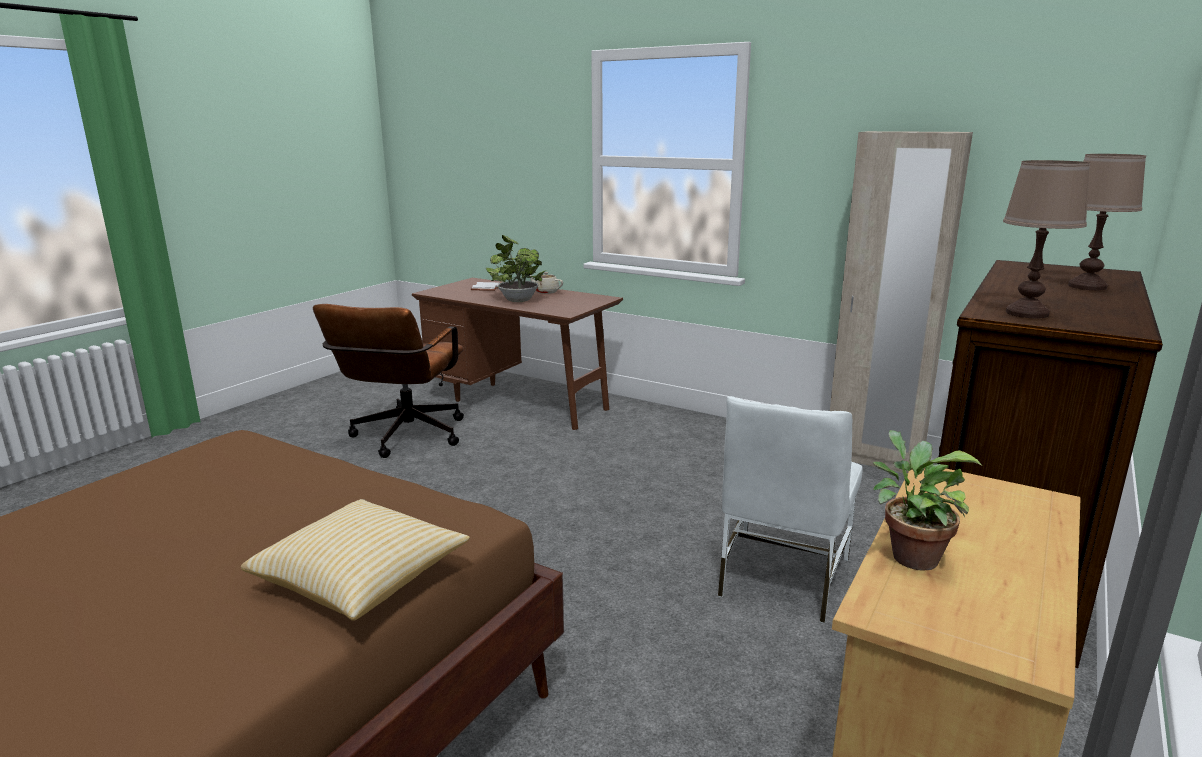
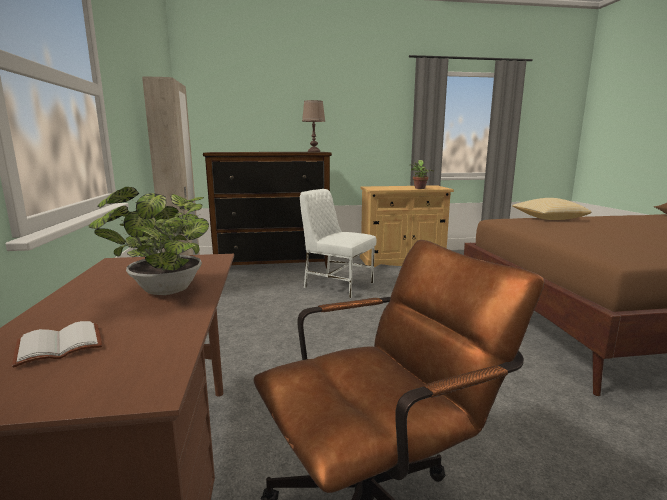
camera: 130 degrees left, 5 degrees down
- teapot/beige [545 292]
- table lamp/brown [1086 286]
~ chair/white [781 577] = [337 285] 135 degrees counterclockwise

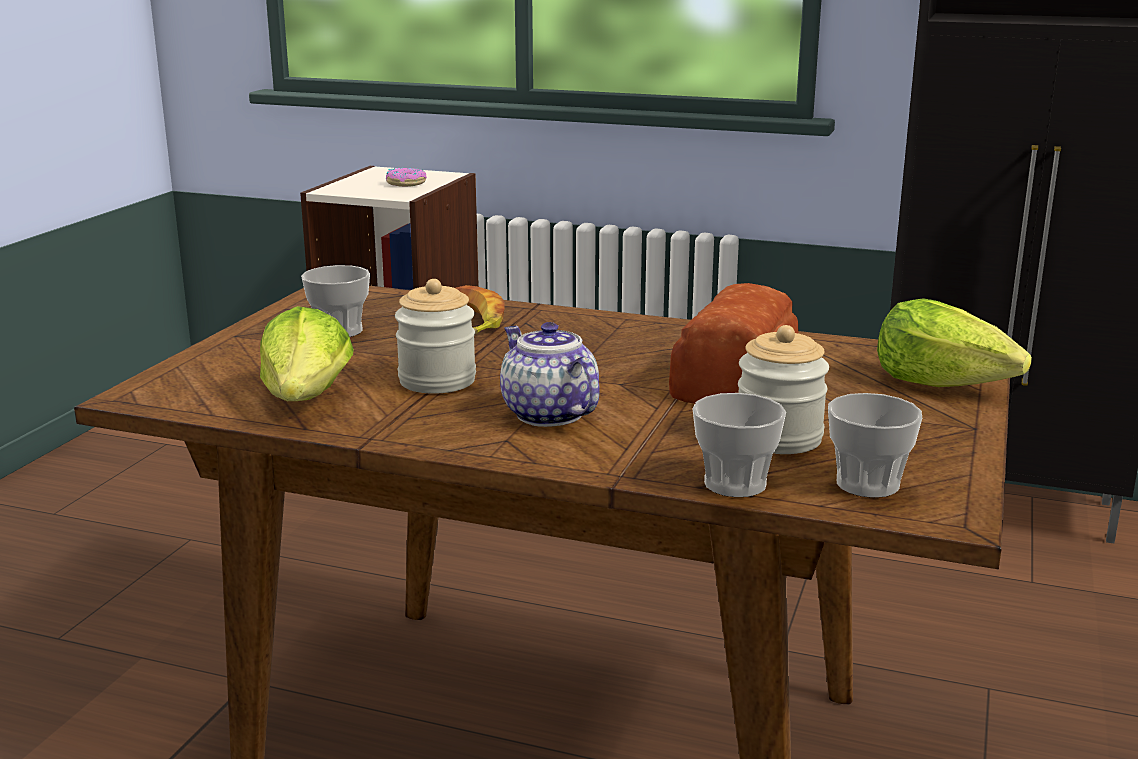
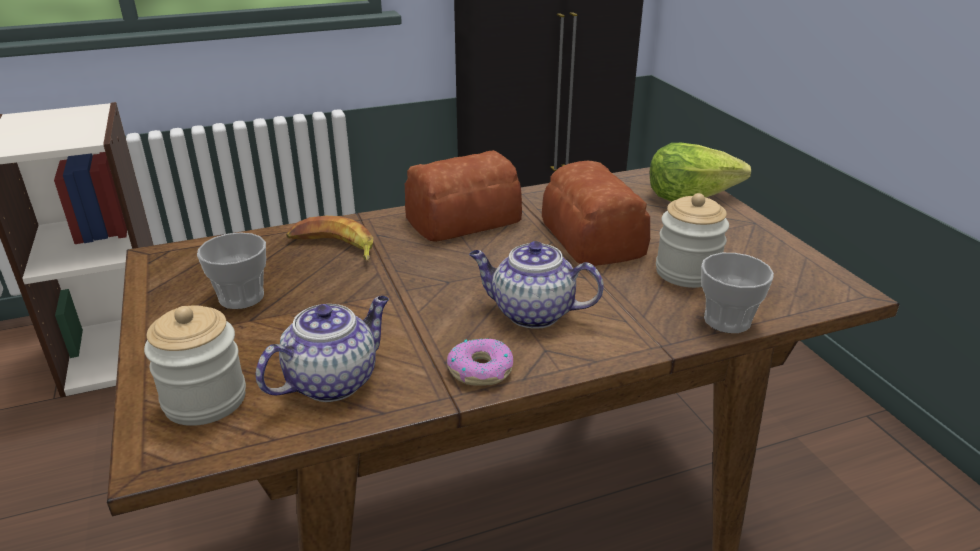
camera: 40 degrees left, 10 degrees up
- cup [867 484]
+ bread [460 219]
~ donut [406 183] to [480 369]
~ jar [437 381] to [205 400]
~ lettuce [307 398] to teapot [333 380]

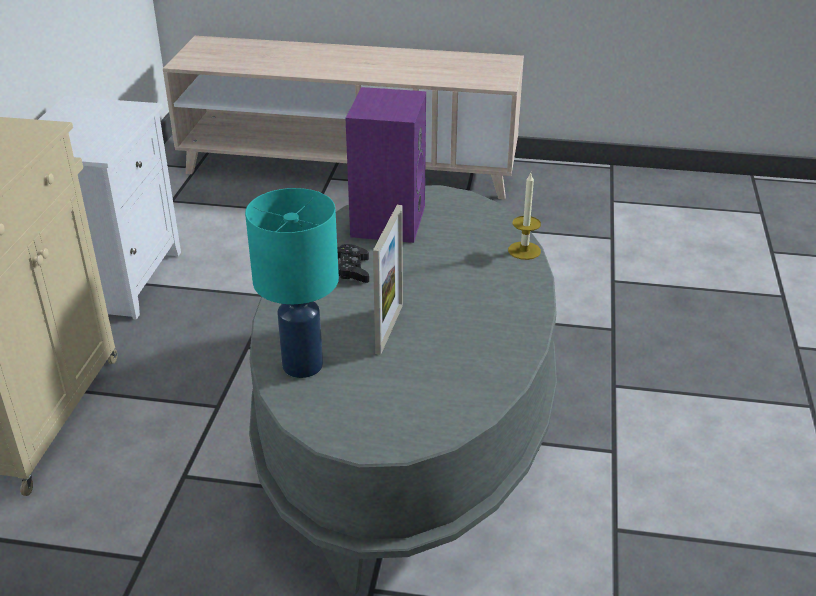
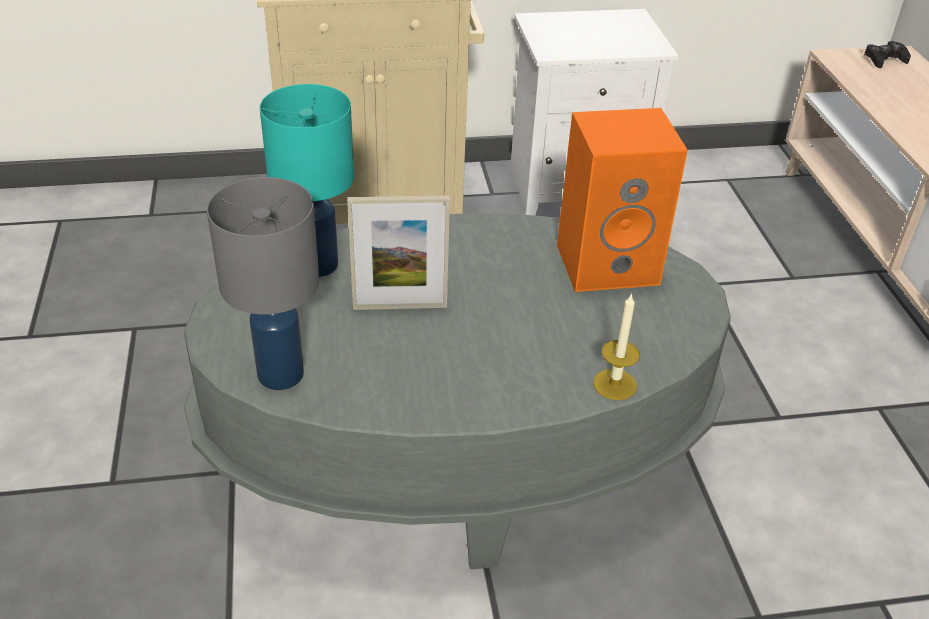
camera: 70 degrees right, 5 degrees up
+ table lamp/grey [281 375]
~ game controller/black [352 270] to [884 60]
~ speaker/purple [387 220] to speaker/orange [609 263]

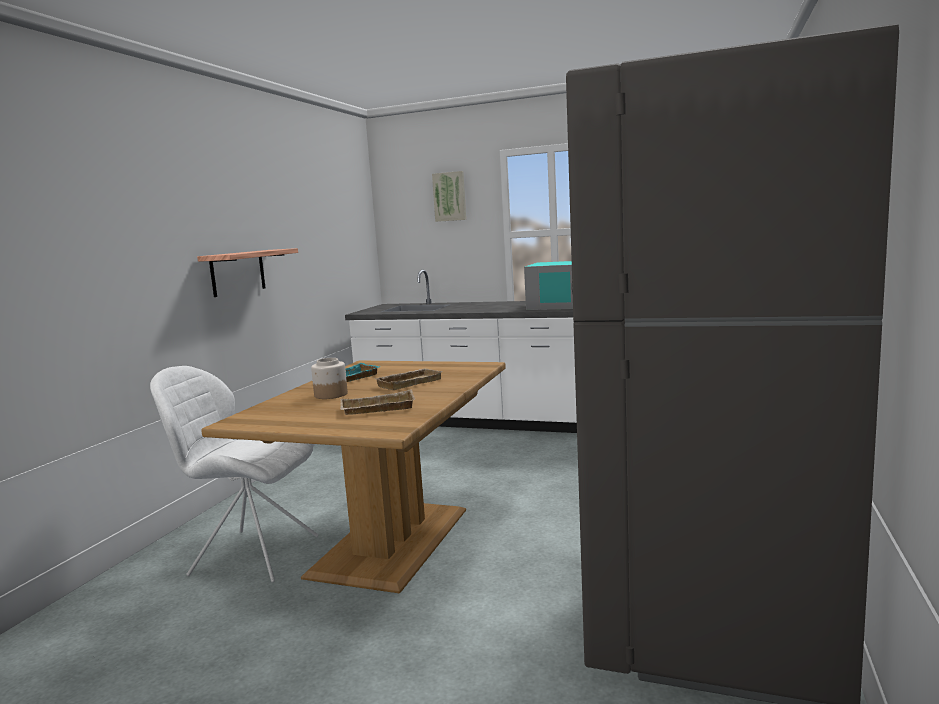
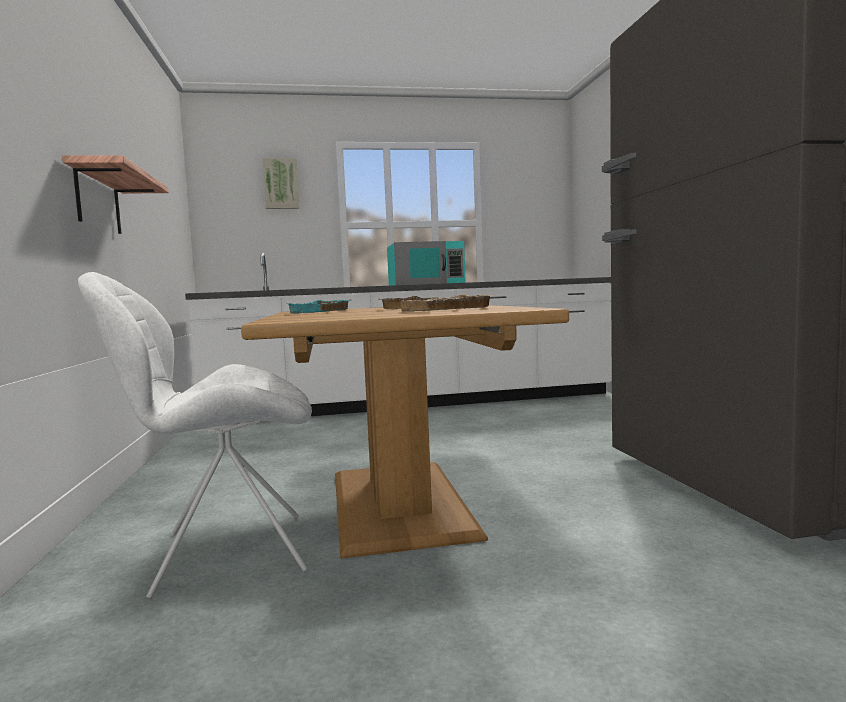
camera: 30 degrees left, 5 degrees down
- jar [330 395]

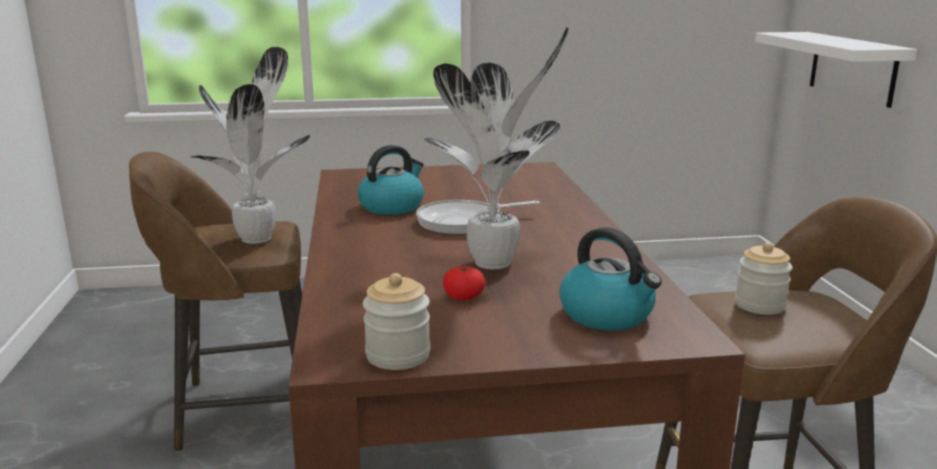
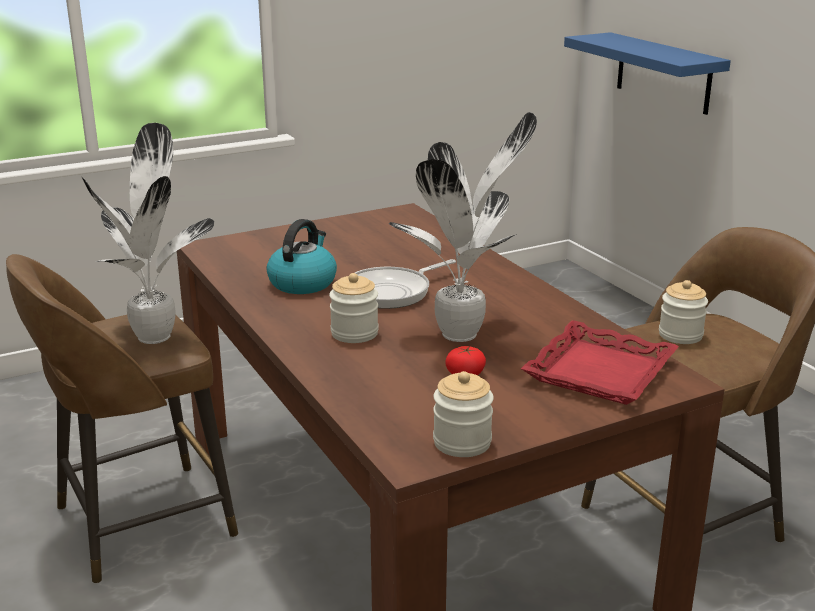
camera: 20 degrees left, 5 degrees up
+ jar [354 333]
~ kettle [608 315] to tray/red [599 371]
~ shelf/white [852 68] to shelf/blue [663 73]

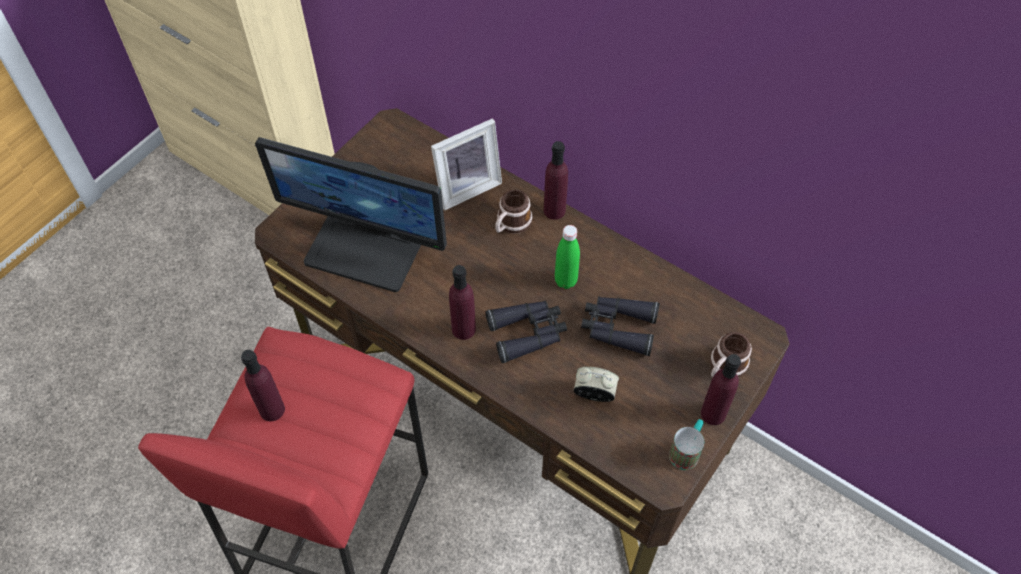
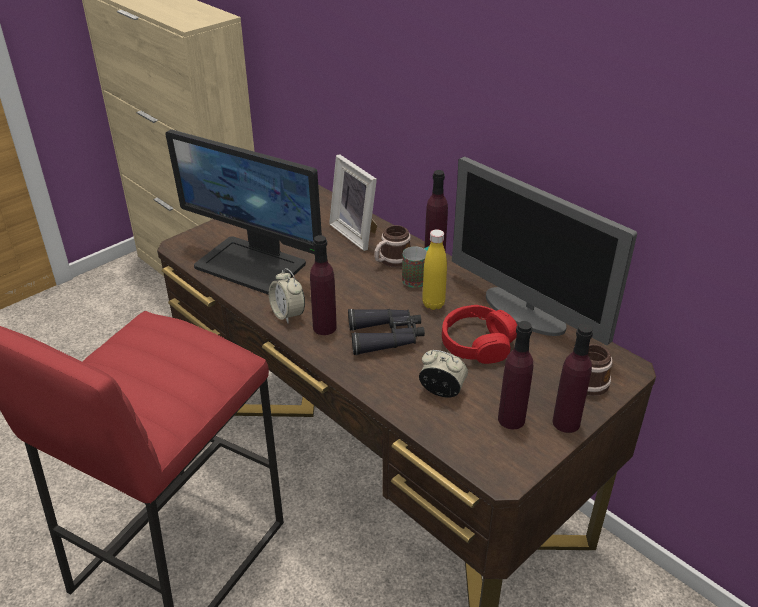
camera: 10 degrees right, 20 degrees down
+ alarm clock [288 314]
+ monitor [525 312]
~ bottle/purple [272 410] to [511 419]
~ mug [686 450] to [418 277]
~ binoculars/black [618 328] to headphones/red [477 343]
~ bottle/green [565 281] to bottle/yellow [433 304]
~ picture frame [466 187] = [357 233] 75 degrees clockwise

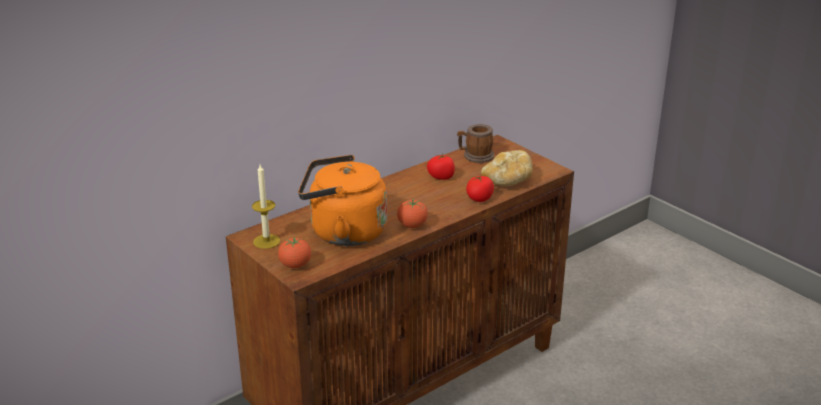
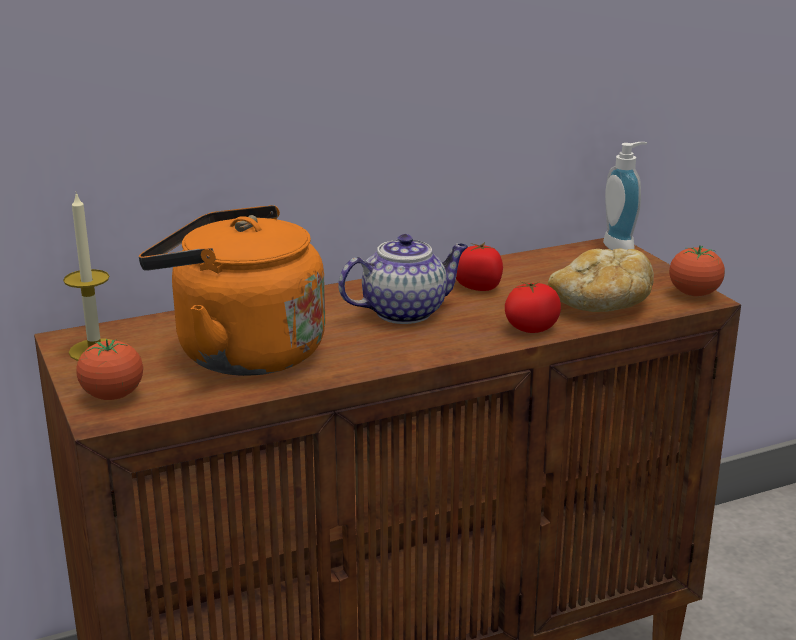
camera: 15 degrees right, 5 degrees down
- mug [475 156]
+ teapot [405 312]
+ soap dispenser [623 247]
~ tomato [412 225] to [694 294]

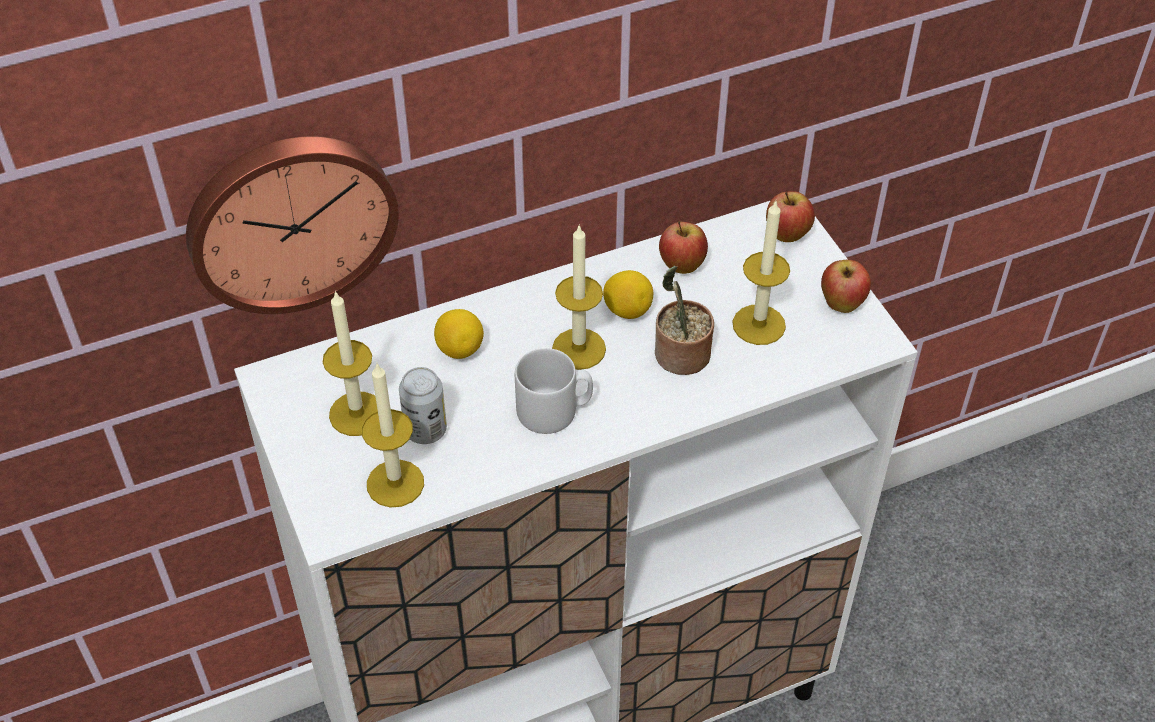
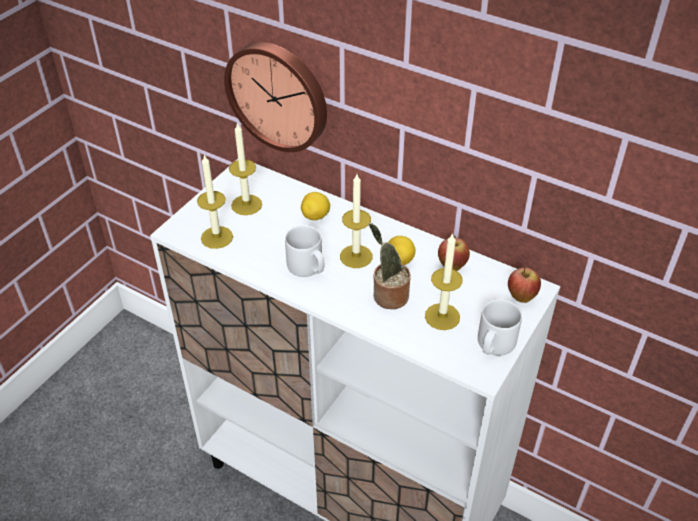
camera: 55 degrees right, 5 degrees down
- can [425 430]
~ apple [841 305] to mug/grey [494 345]

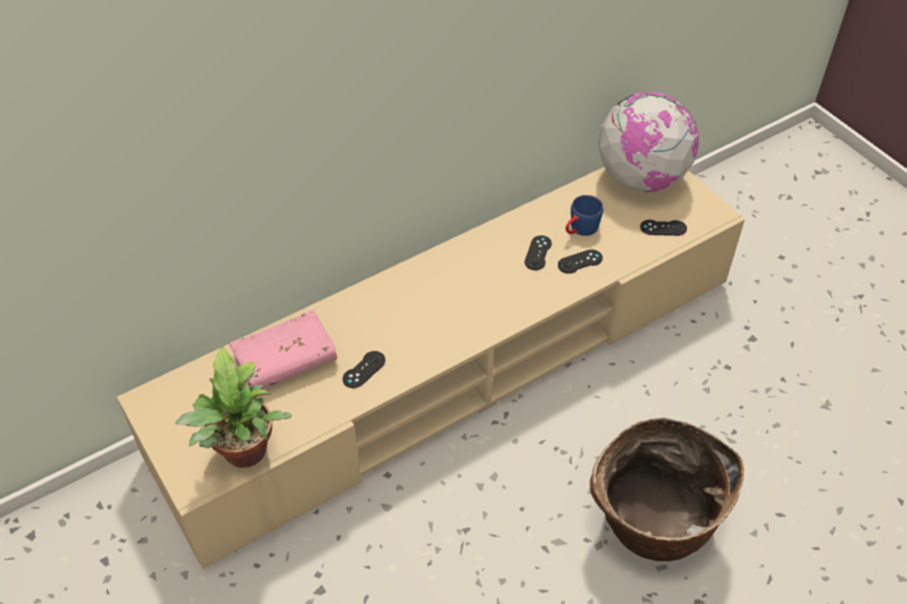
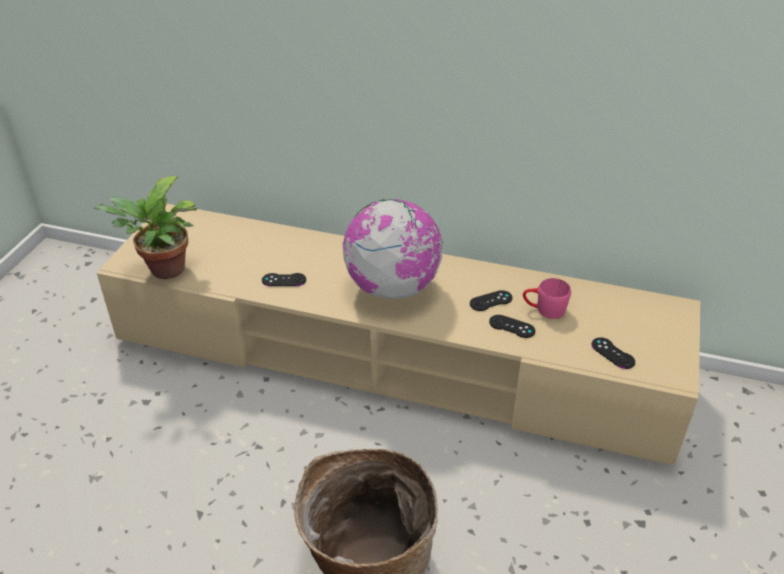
camera: 50 degrees right, 10 degrees down
- book/pink [286 360]
~ globe [641 178] to [393 288]
~ mug/blue [580 230] to mug/pink [544 309]

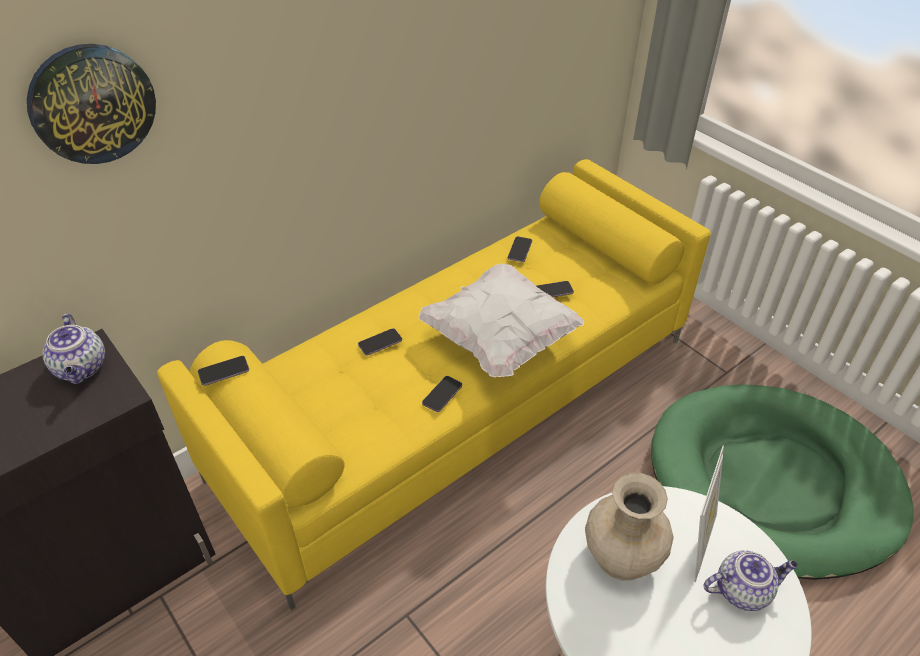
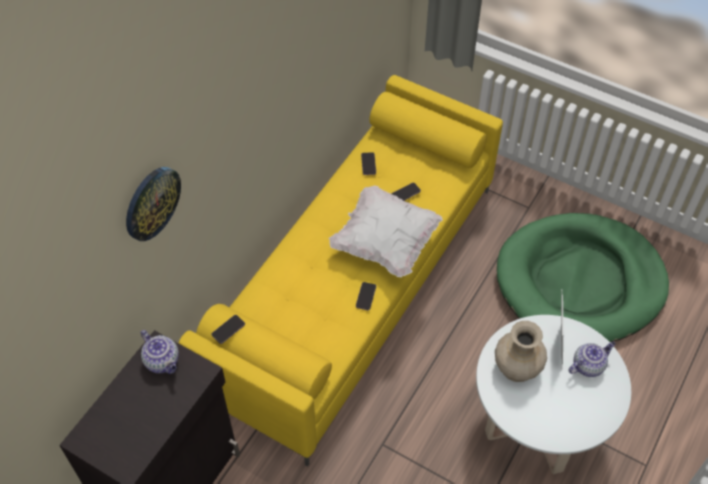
camera: 20 degrees left, 10 degrees up
- phone [380 343]

